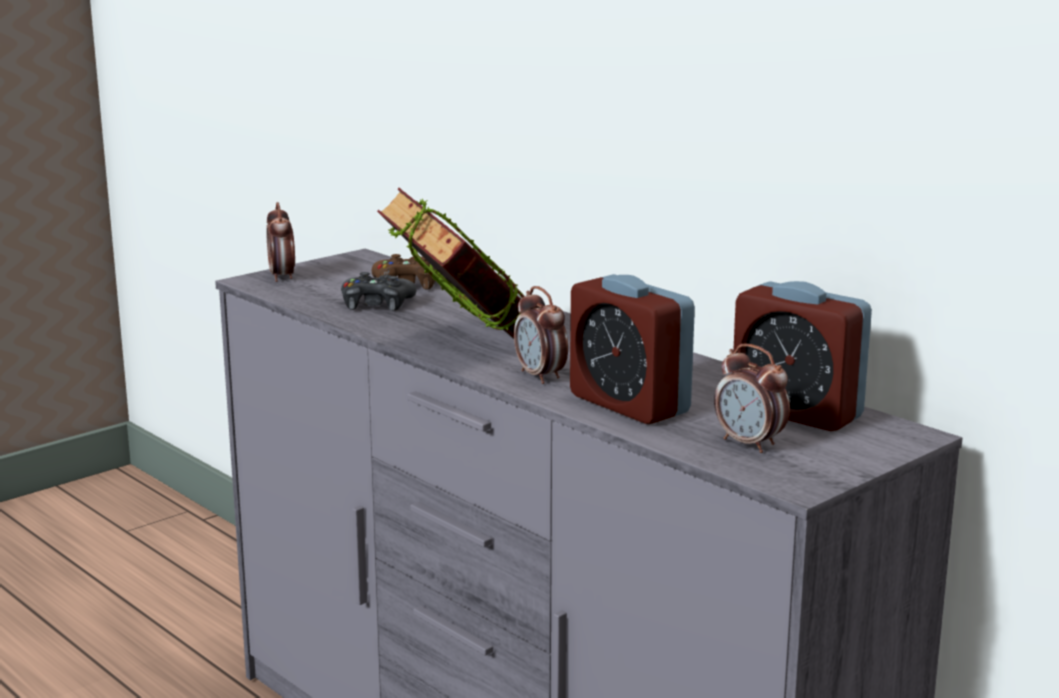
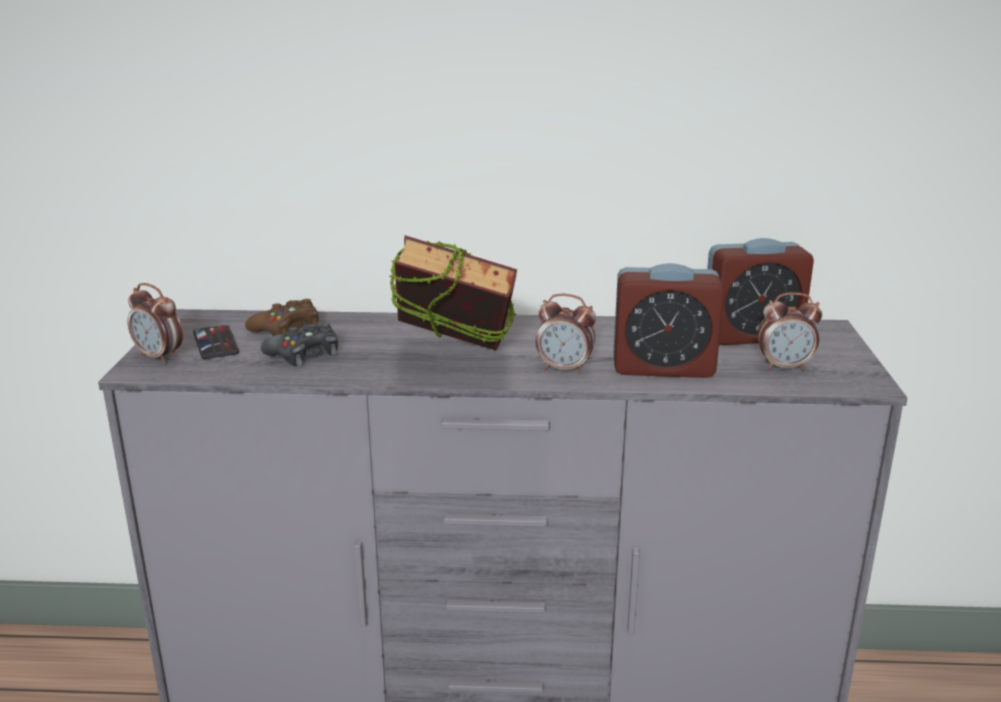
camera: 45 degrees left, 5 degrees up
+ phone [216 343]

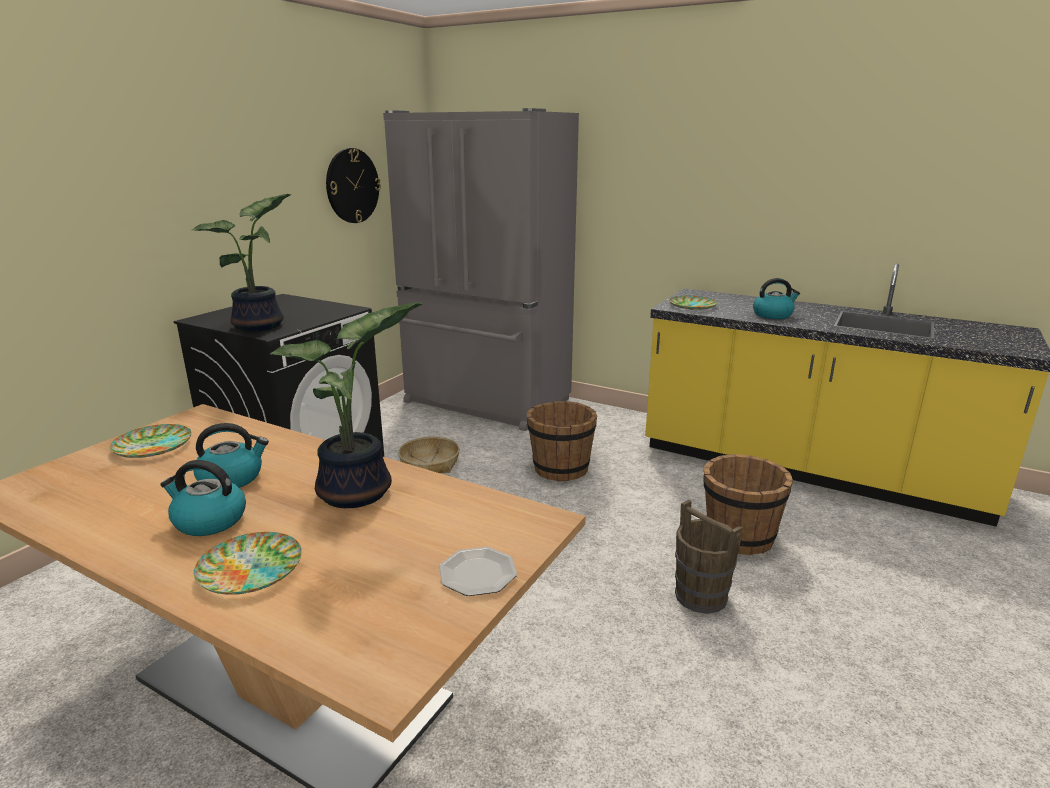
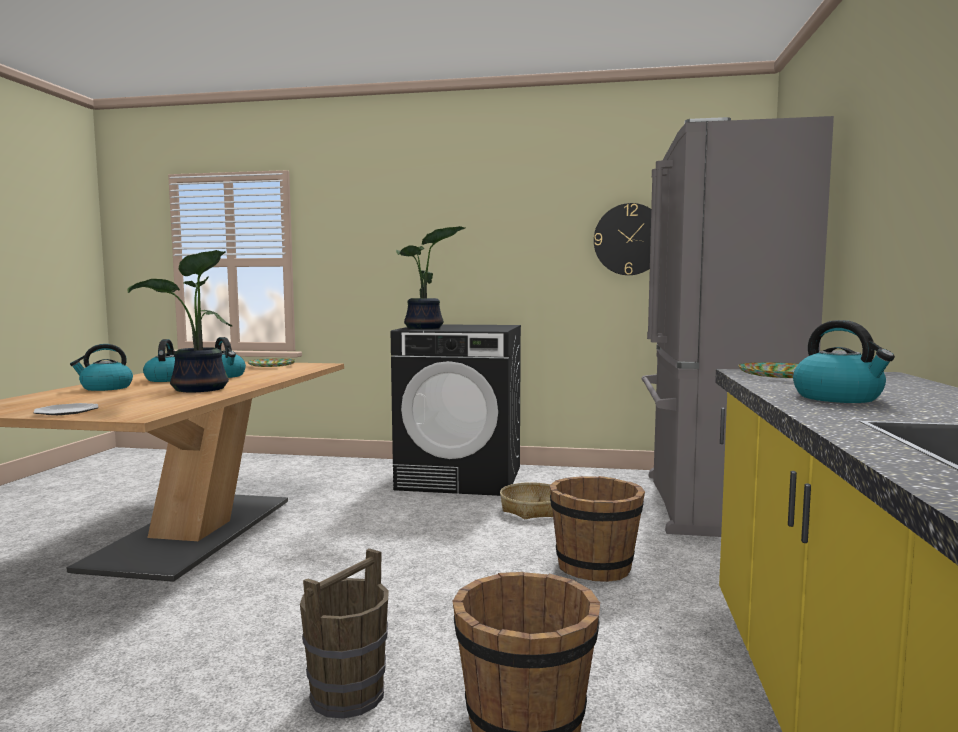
camera: 70 degrees right, 15 degrees down
~ plate [251 568] to kettle [105 388]

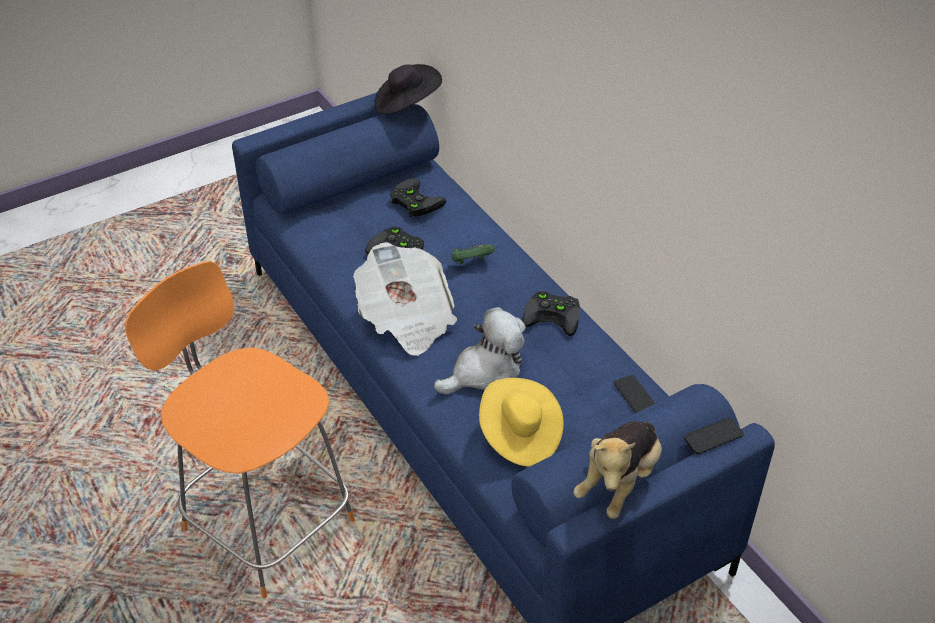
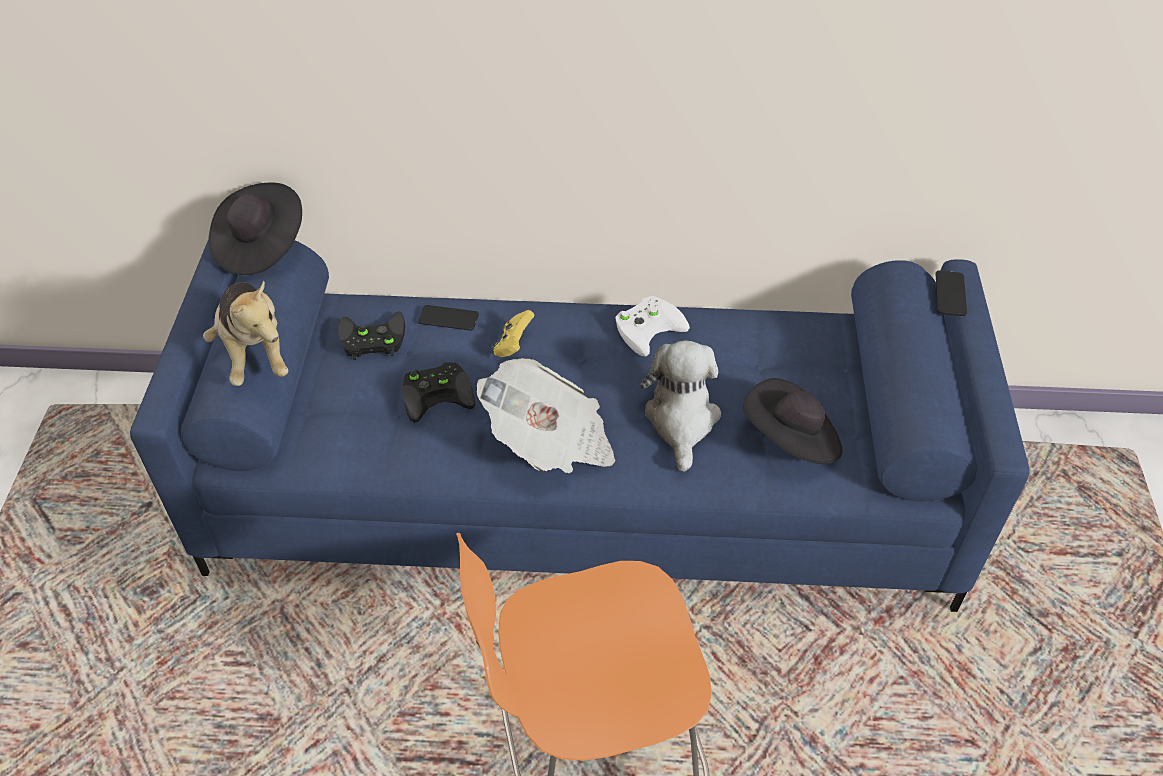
camera: 55 degrees left, 5 degrees up
~ plush toy [619 482] to [255 353]
~ phone [635 396] to [448 318]
~ game controller/green [471 262] to game controller/yellow [513 345]
~ hat/yellow [519 435] to hat/black [791 440]
~ game controller/black [554 315] to game controller/white [649 326]

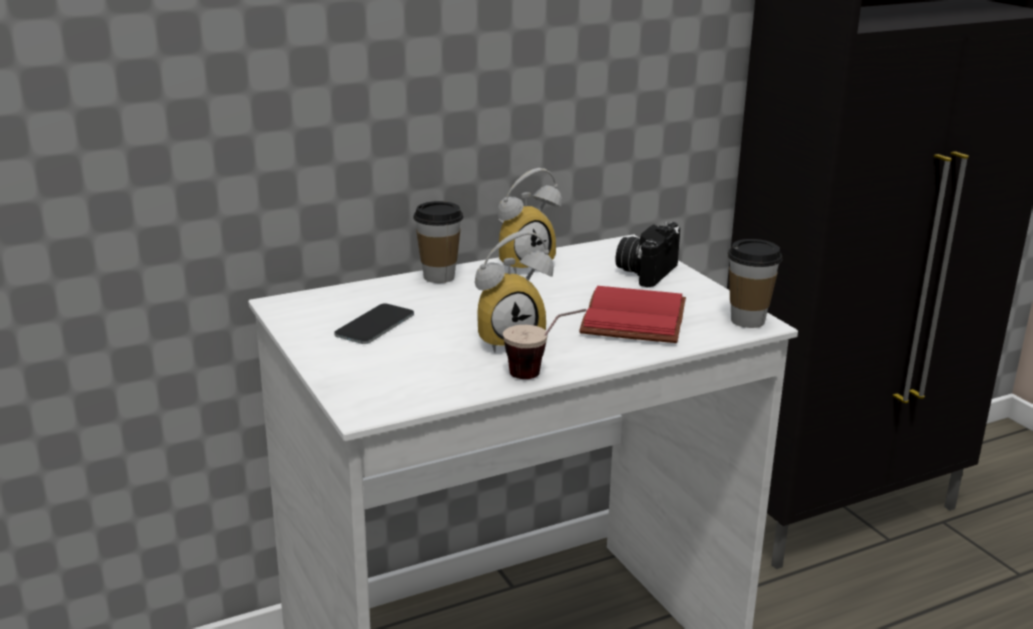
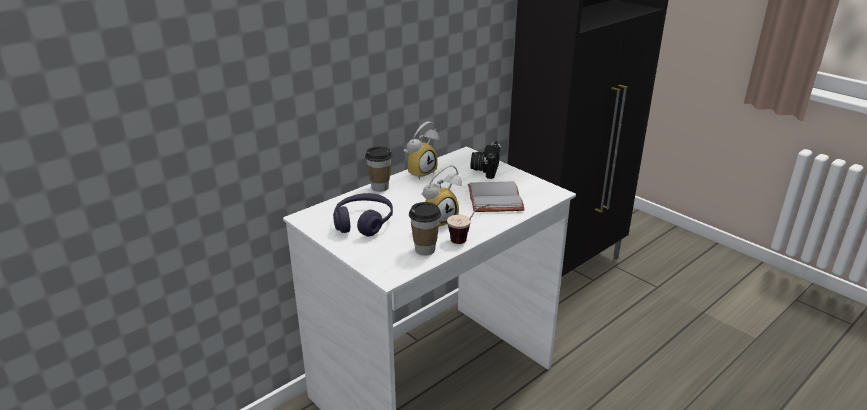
camera: 15 degrees left, 5 degrees up
~ cup [747 320] to [425 249]
~ phone [375 325] to headphones/purple [363 223]
~ book/red [637 320] to book/grey [496 199]

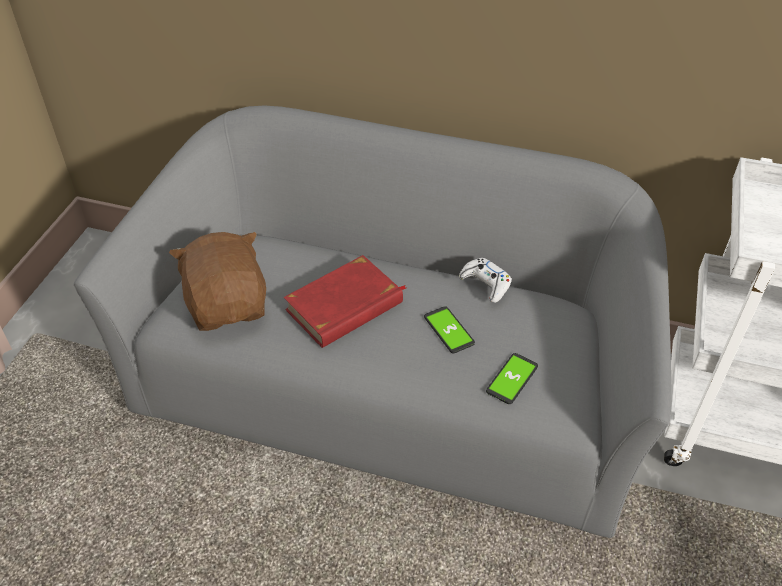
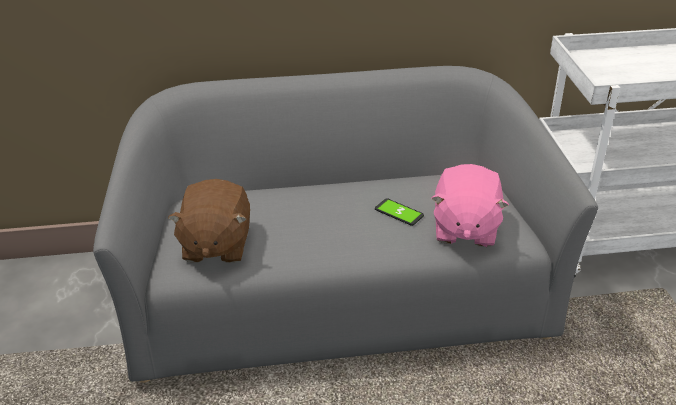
camera: 25 degrees left, 10 degrees down
- book/red [345 306]
- game controller/white [486 284]
~ phone [512 379] to plush toy/pink [464 229]
~ plush toy/brown [228 305] = [215 245] 135 degrees counterclockwise

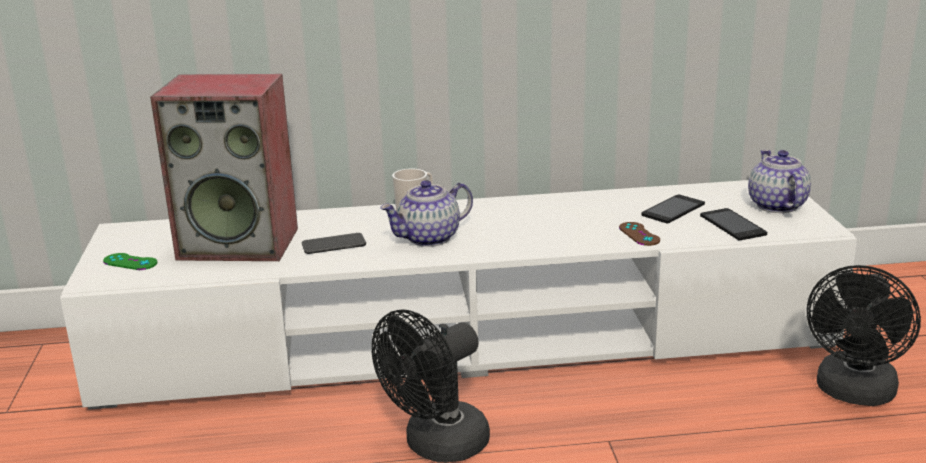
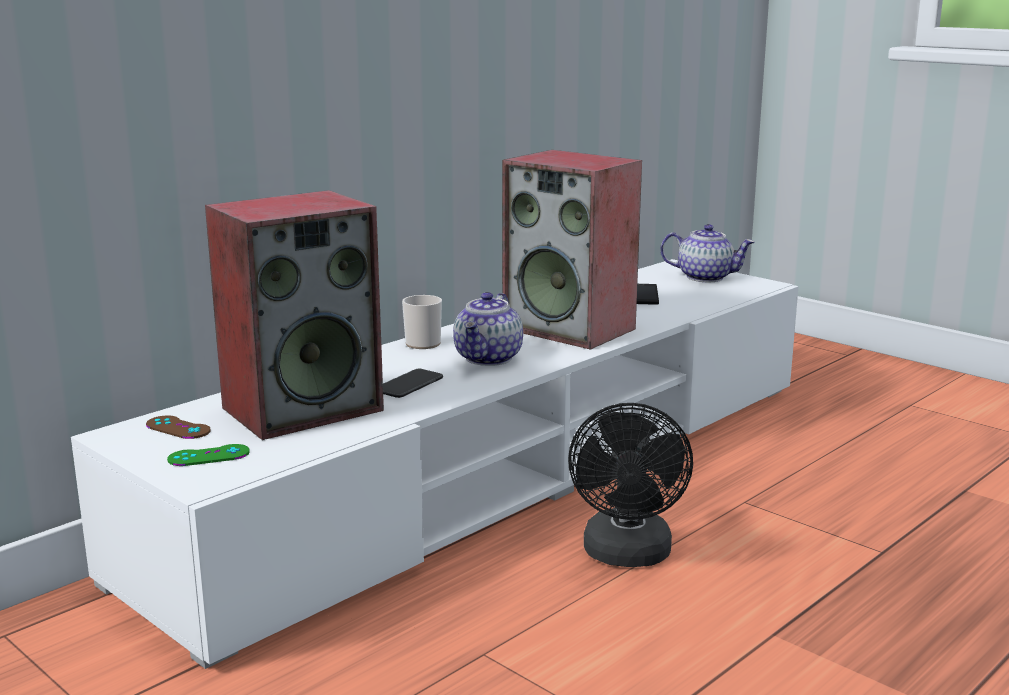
camera: 40 degrees left, 5 degrees down
- phone [732 225]
- fan/black [854 394]
+ speaker [571 328]
~ game controller/brown [639 234] to [178 428]
~ teapot [775 205] = [706 277] 150 degrees clockwise

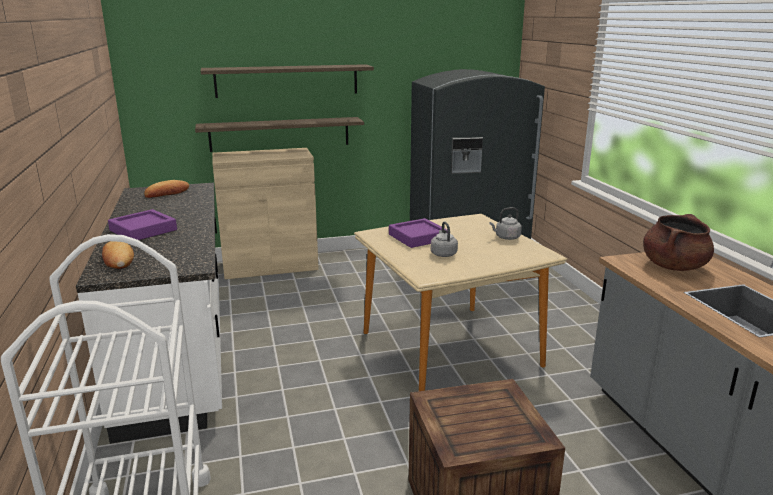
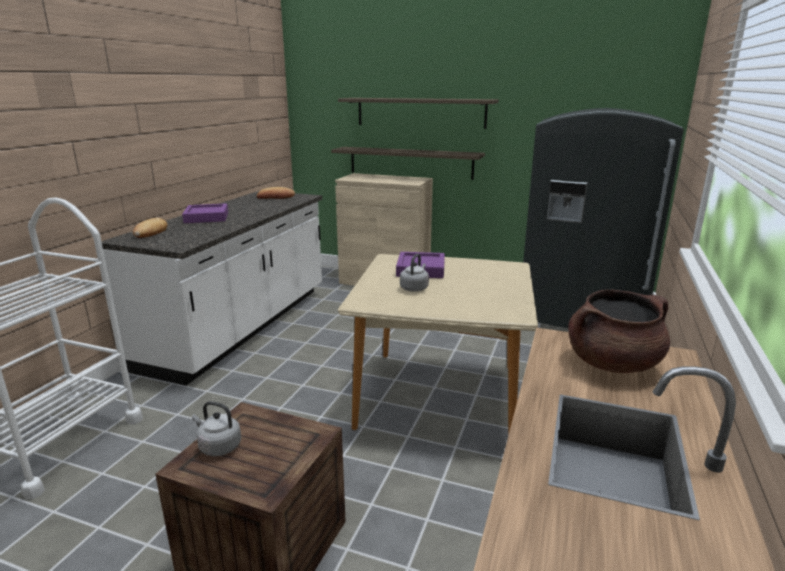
camera: 35 degrees right, 0 degrees up
~ kettle/grey [506 237] to [218 446]

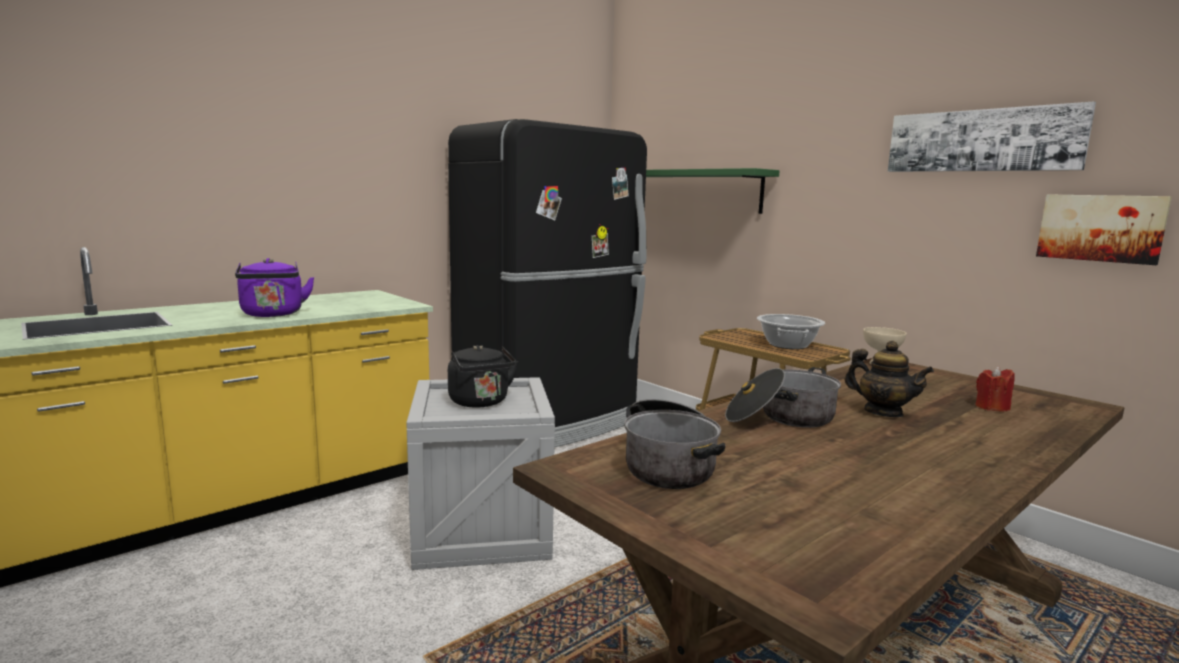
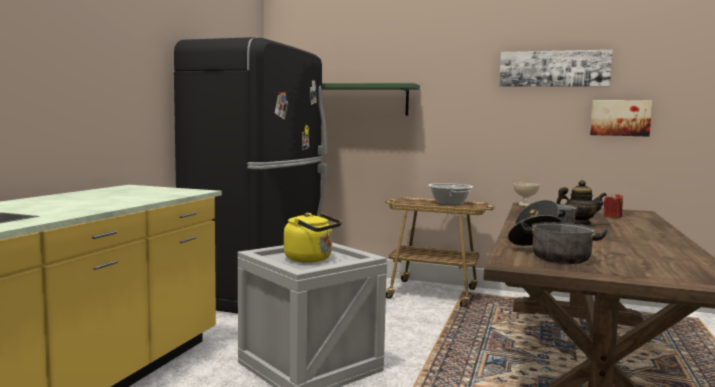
camera: 30 degrees left, 5 degrees down
- kettle/purple [273 314]
~ kettle/black [481 402] to kettle/yellow [311 259]

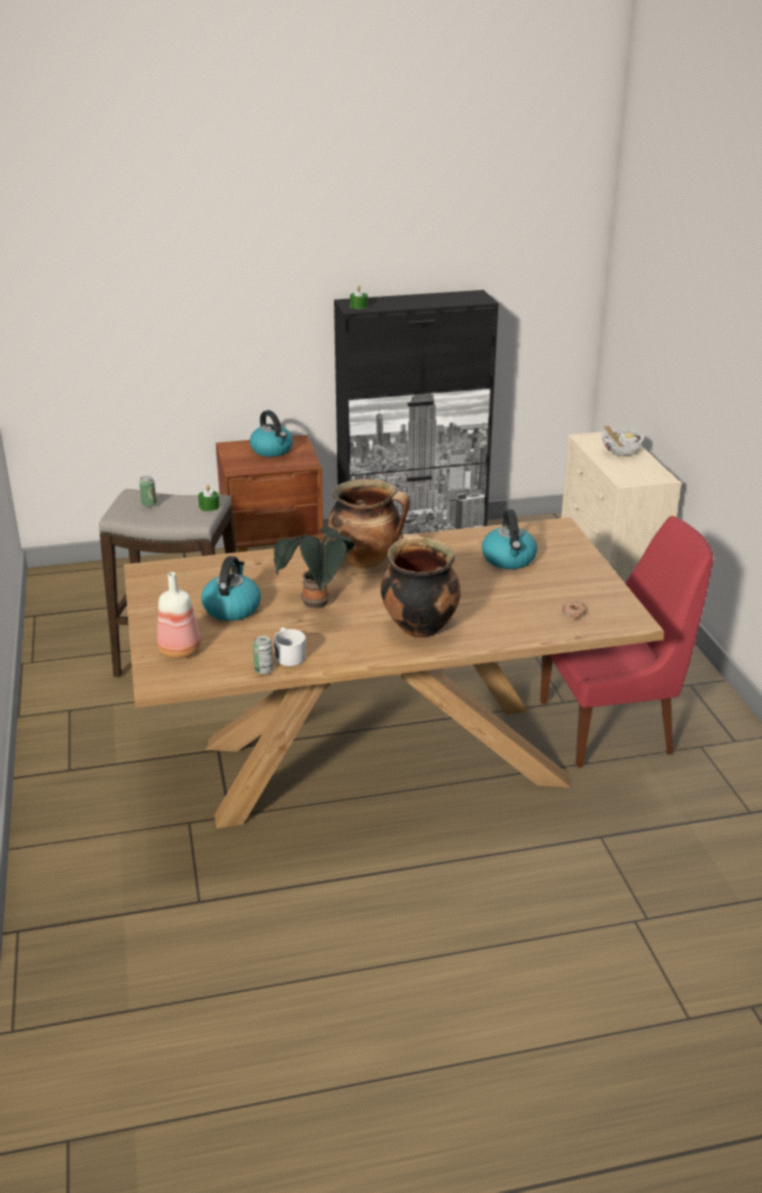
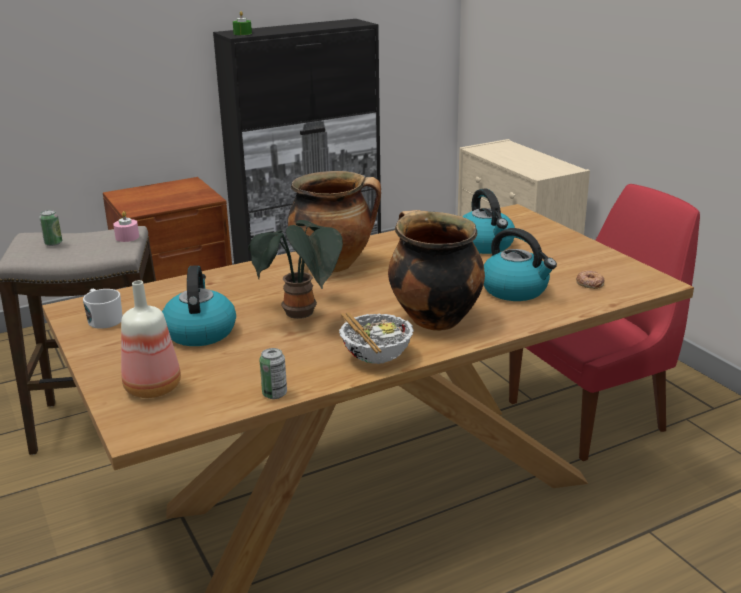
camera: 15 degrees left, 5 degrees down
~ kettle [272 450] to [515 290]
~ mug/white [289 655] to [103 319]
~ bowl [620 452] to [375 356]
~ candle/green [209 506] to candle/pink [127 237]

